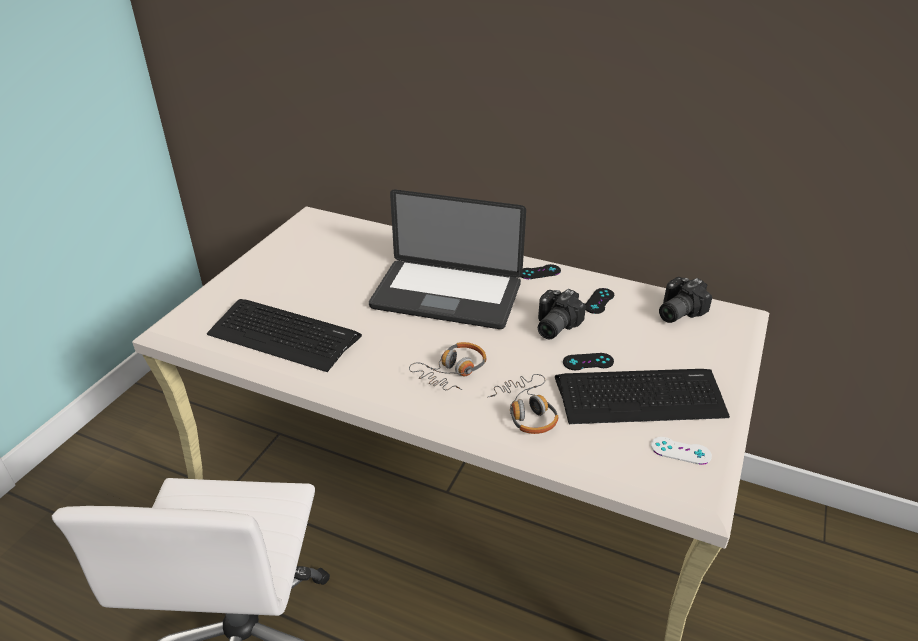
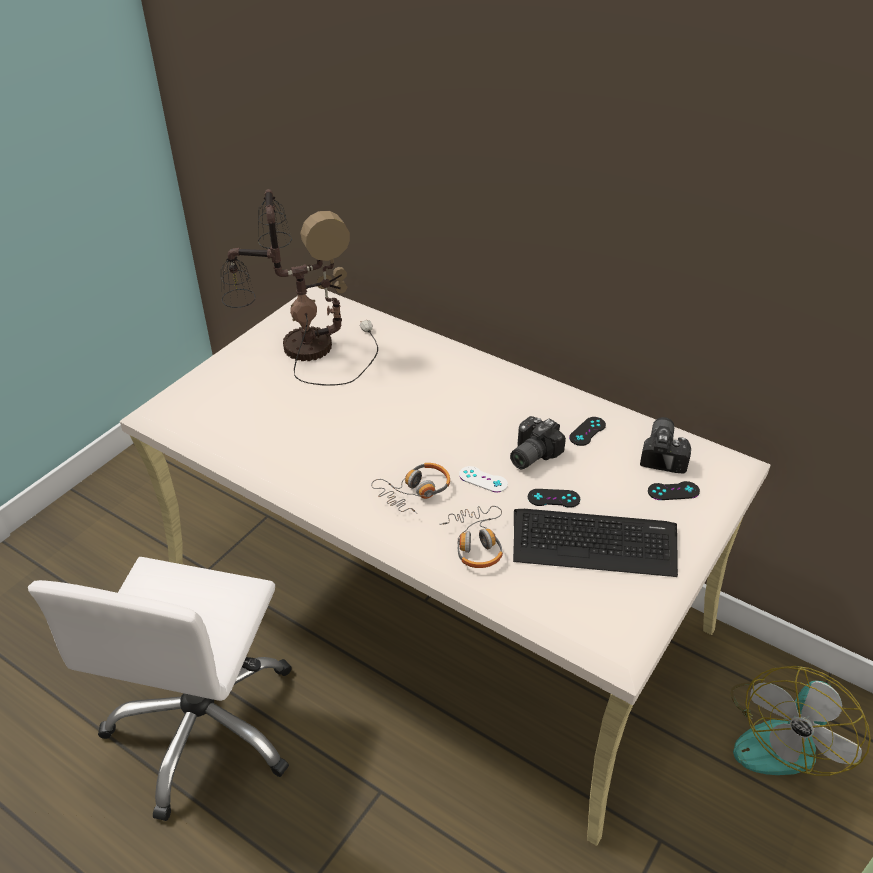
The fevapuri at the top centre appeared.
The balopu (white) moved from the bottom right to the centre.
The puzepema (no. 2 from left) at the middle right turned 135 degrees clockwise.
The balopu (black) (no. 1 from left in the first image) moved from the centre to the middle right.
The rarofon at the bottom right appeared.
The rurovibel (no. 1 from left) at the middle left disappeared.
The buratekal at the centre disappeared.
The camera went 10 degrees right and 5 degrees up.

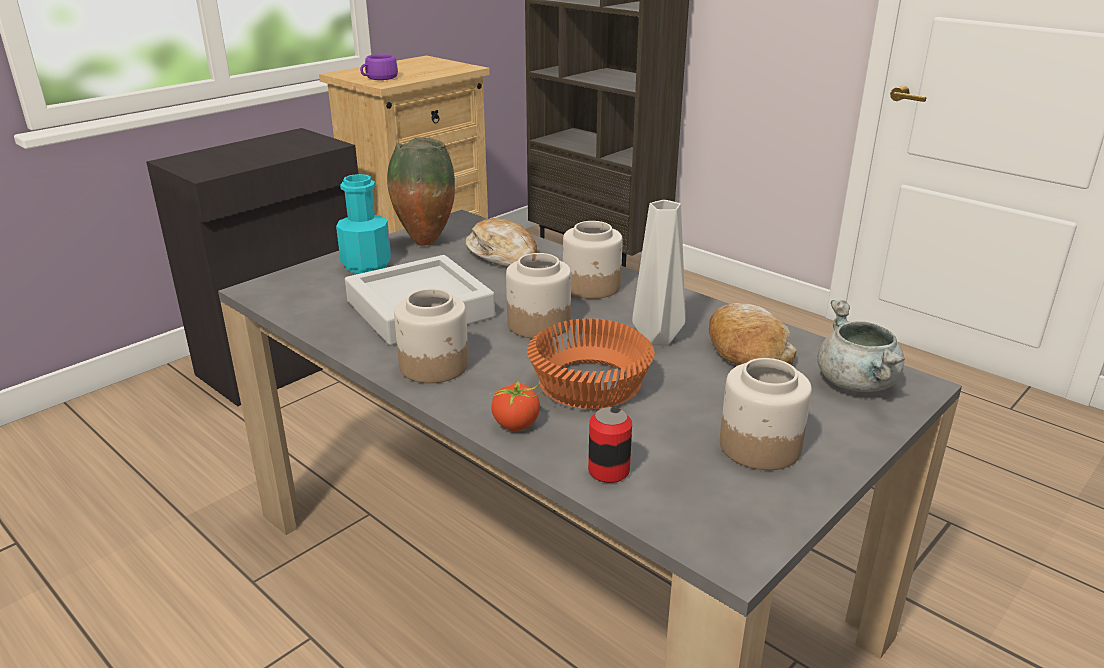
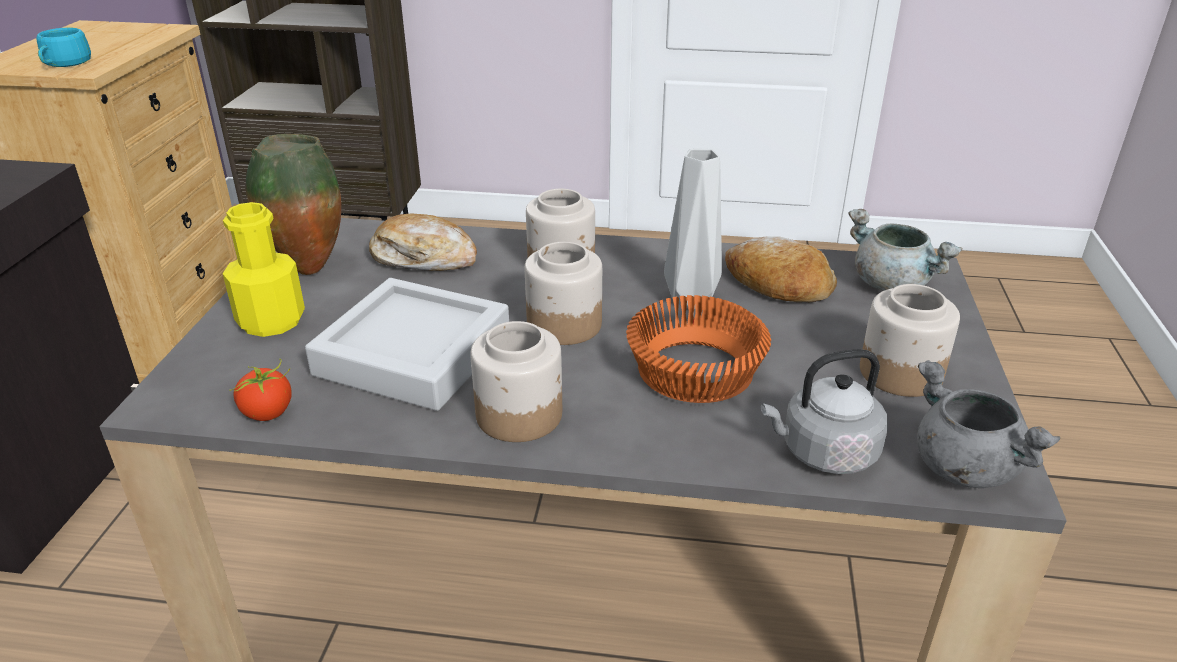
The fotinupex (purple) at the top centre became the fotinupex (turquoise) at the top left.
The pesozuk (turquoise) at the middle left became the pesozuk (yellow) at the middle left.
The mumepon moved from the centre to the middle left.
The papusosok at the centre was replaced by the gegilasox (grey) at the middle right.
The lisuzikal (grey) (no. 2 from left) at the middle right appeared.
The camera went 35 degrees left and 5 degrees up.

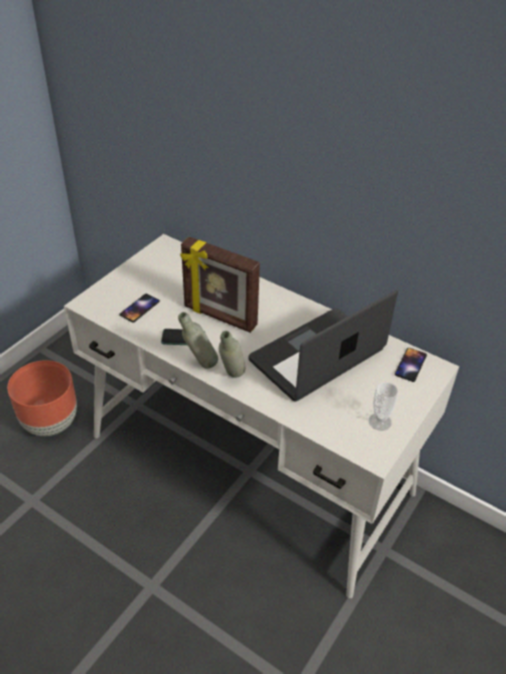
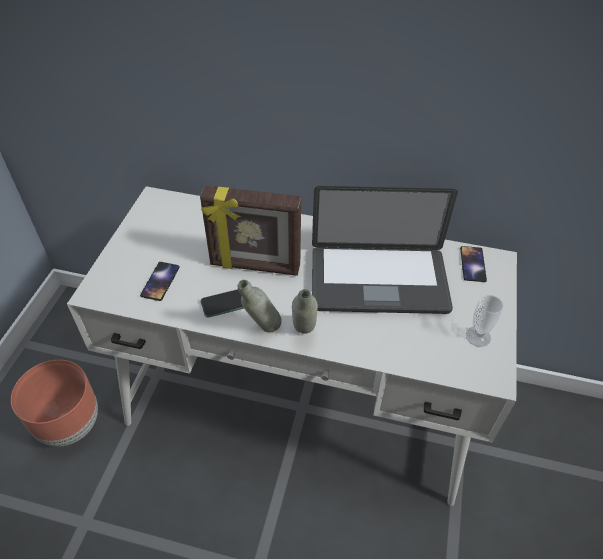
The buratekal at the centre turned 120 degrees counterclockwise.
The camera went 20 degrees left and 5 degrees up.

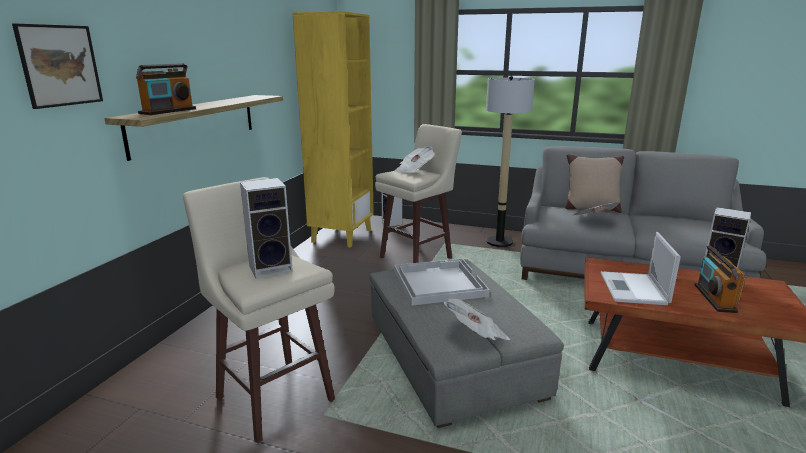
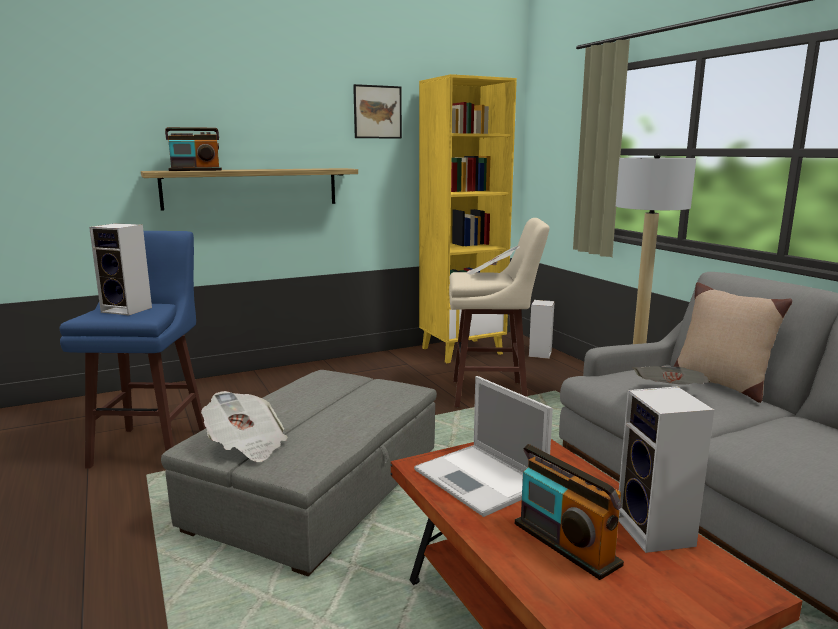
The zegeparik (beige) (no. 1 from left) at the bottom left became the zegeparik (blue) at the middle left.
The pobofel moved from the top left to the top centre.
The buratekal at the middle right turned 90 degrees counterclockwise.
The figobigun (no. 2 from left) at the middle right turned 90 degrees counterclockwise.
The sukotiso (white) at the centre disappeared.
The camera went 45 degrees right and 5 degrees down.

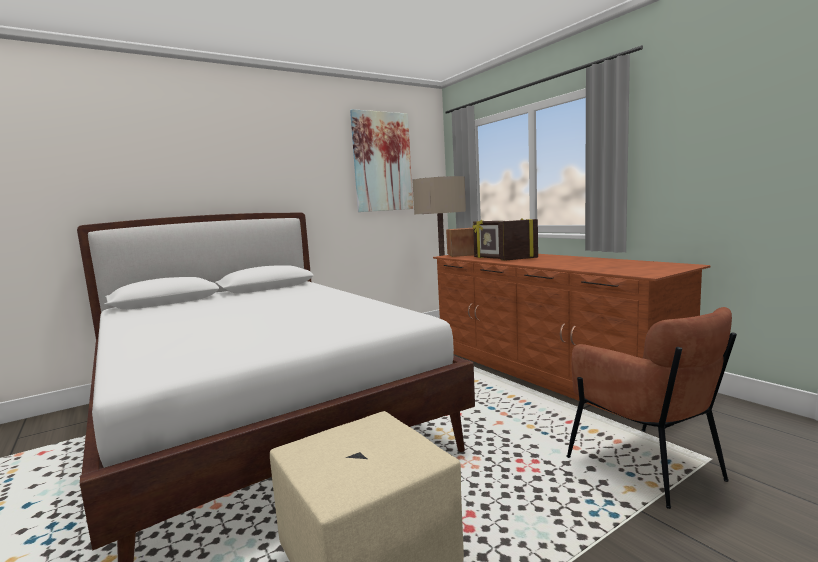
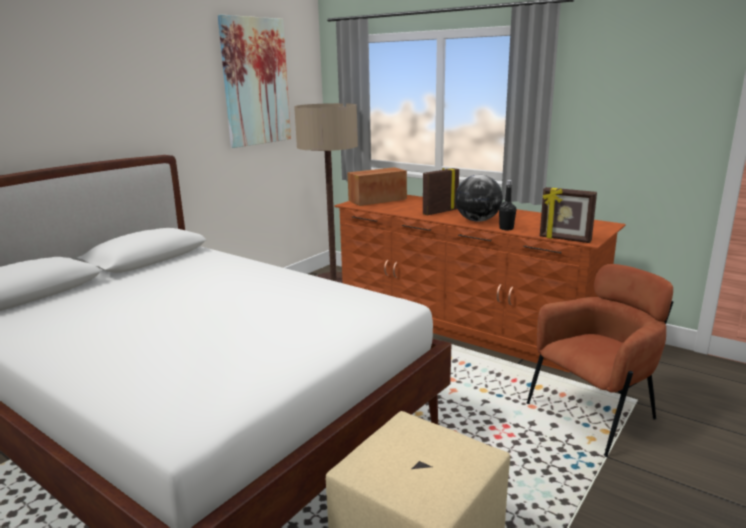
The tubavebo at the centre appeared.
The pesozuk (black) at the middle right appeared.
The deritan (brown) at the bottom right turned 75 degrees counterclockwise.
The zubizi (no. 1 from left in the first image) moved from the centre to the middle right.
The camera went 20 degrees left and 10 degrees up.

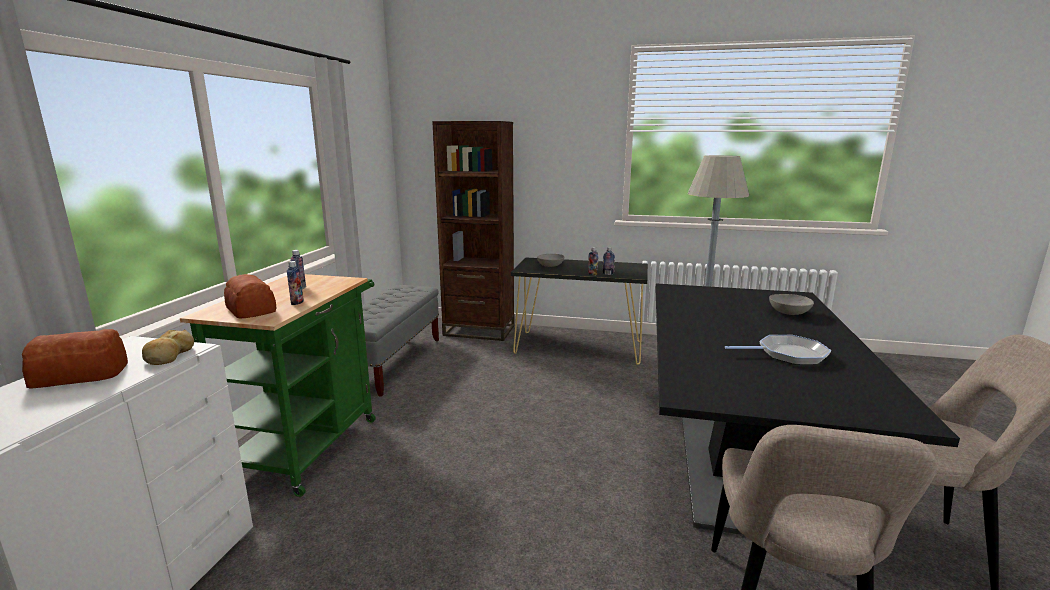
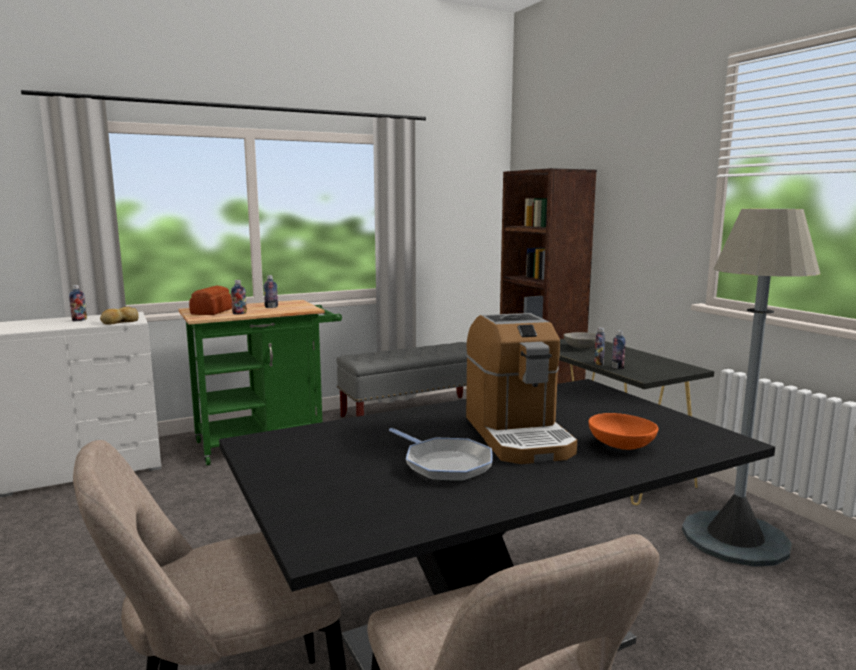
The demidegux (no. 1 from left) at the middle left was replaced by the pesozuk (no. 1 from left) at the middle left.
The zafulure at the centre appeared.
The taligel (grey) (no. 2 from left) at the middle right became the taligel (orange) at the middle right.
The camera went 50 degrees right and 5 degrees down.

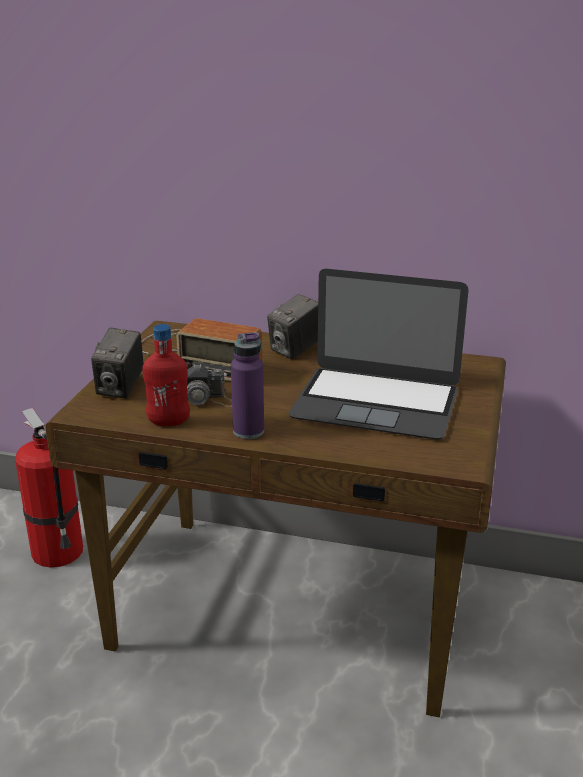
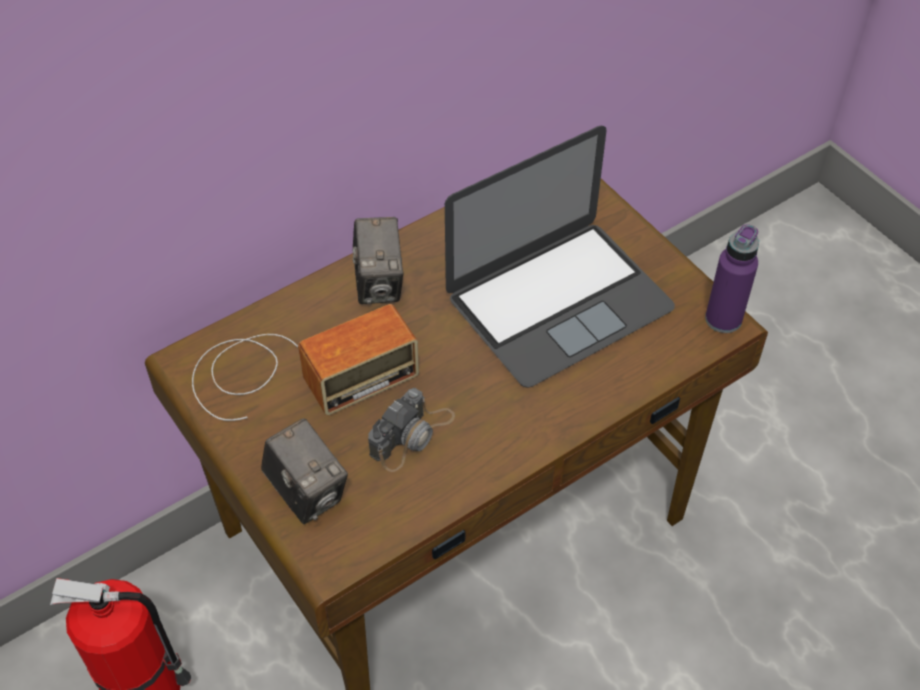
The pesozuk (purple) moved from the centre to the middle right.
The pesozuk (red) at the middle left disappeared.
The camera went 50 degrees left and 25 degrees up.

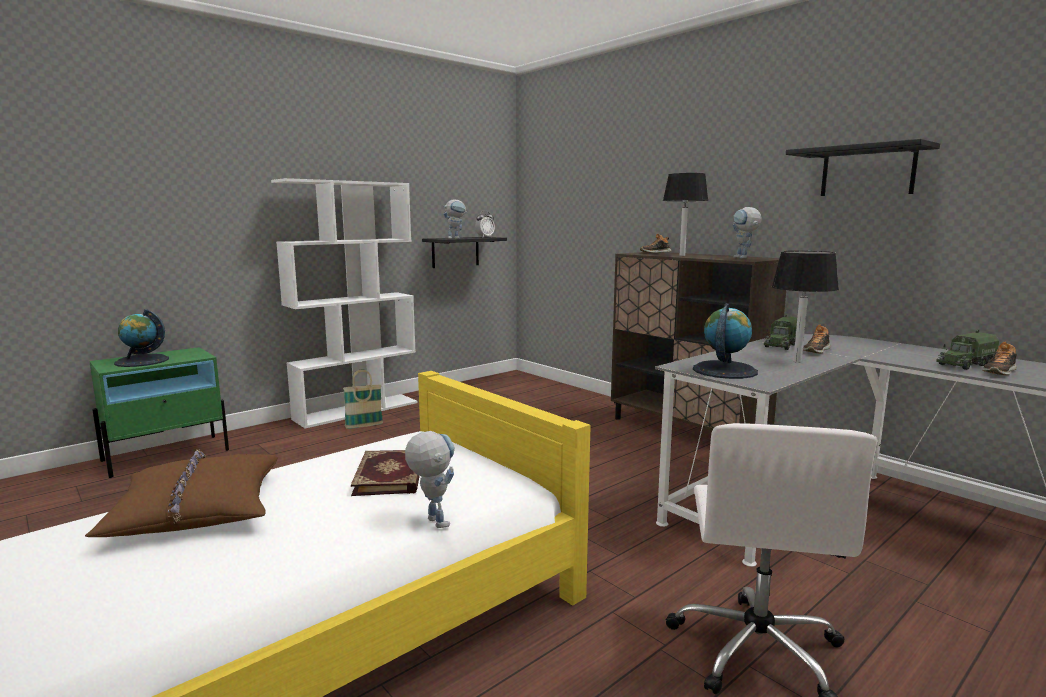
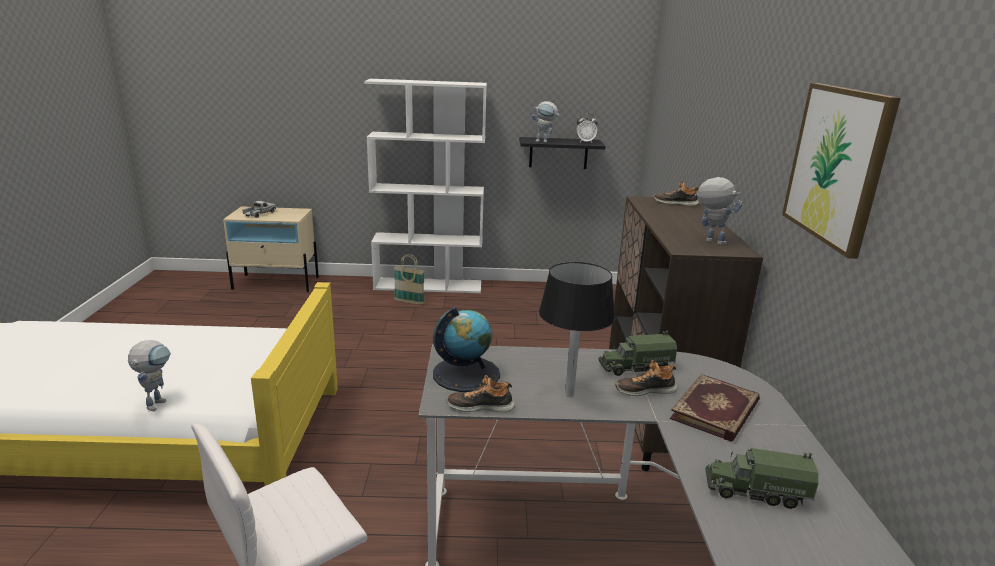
The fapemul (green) at the middle left became the fapemul (beige) at the middle left.
The tubavebo (no. 1 from left) at the middle left was replaced by the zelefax (no. 1 from left) at the middle left.
The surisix (no. 3 from left in the first image) moved from the middle right to the bottom centre.
The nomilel moved from the bottom centre to the bottom right.
The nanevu (no. 3 from left) at the top right turned 105 degrees clockwise.
The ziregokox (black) (no. 2 from left) at the top right was replaced by the pobofel at the top right.
The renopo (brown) at the bottom left disappeared.
The fevapuri (black) (no. 1 from left) at the top centre disappeared.
The camera went 40 degrees right and 10 degrees up.

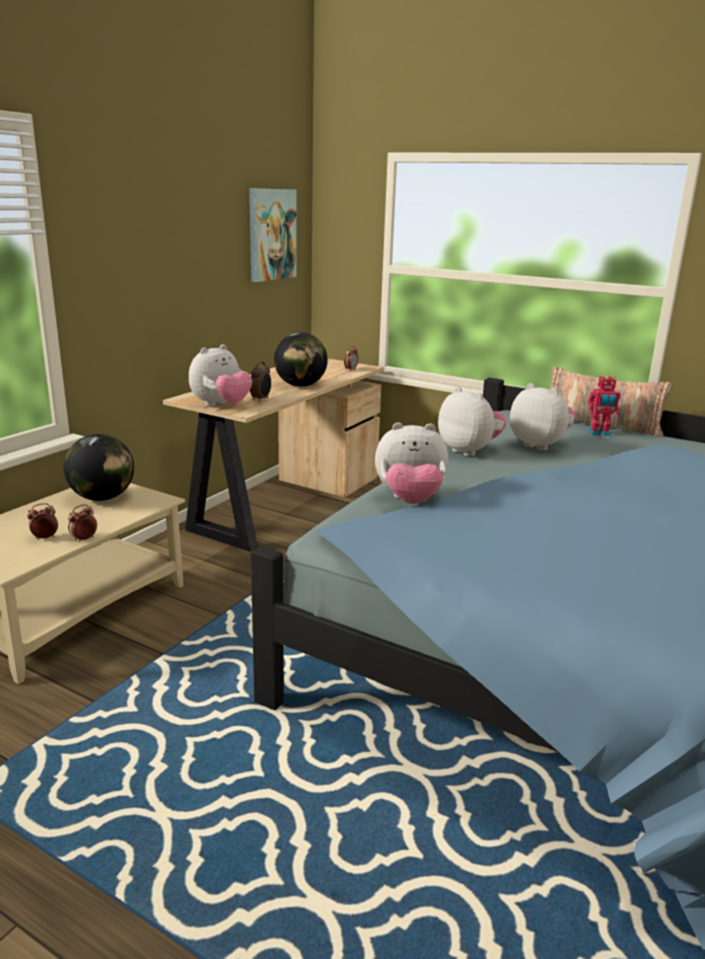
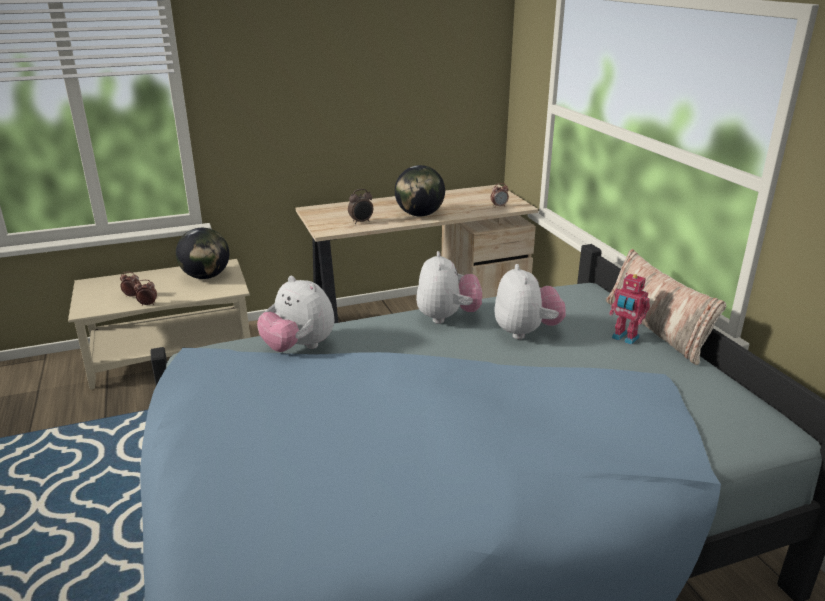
The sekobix (no. 1 from left) at the middle left disappeared.
The pobofel at the top centre disappeared.
The camera went 40 degrees right and 5 degrees up.

